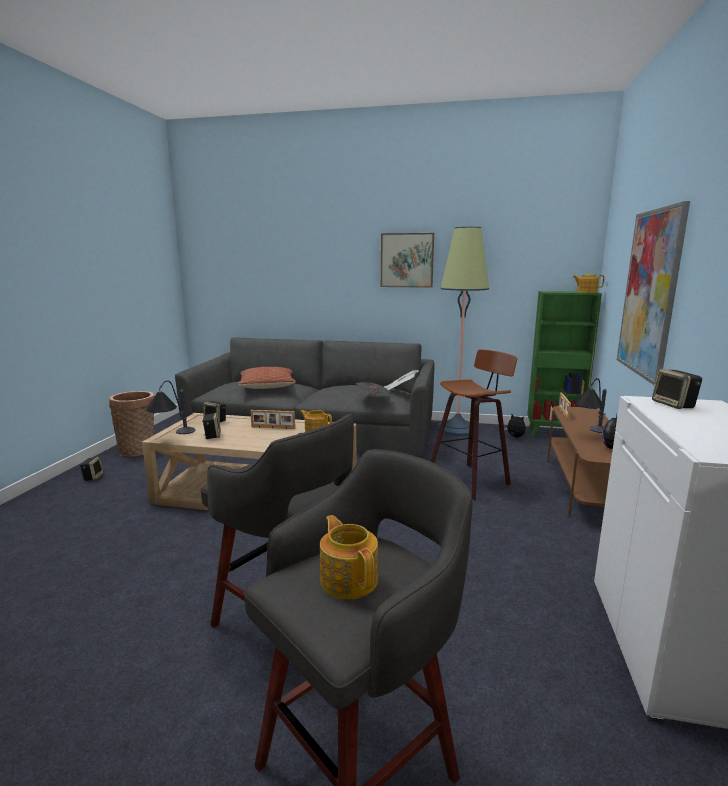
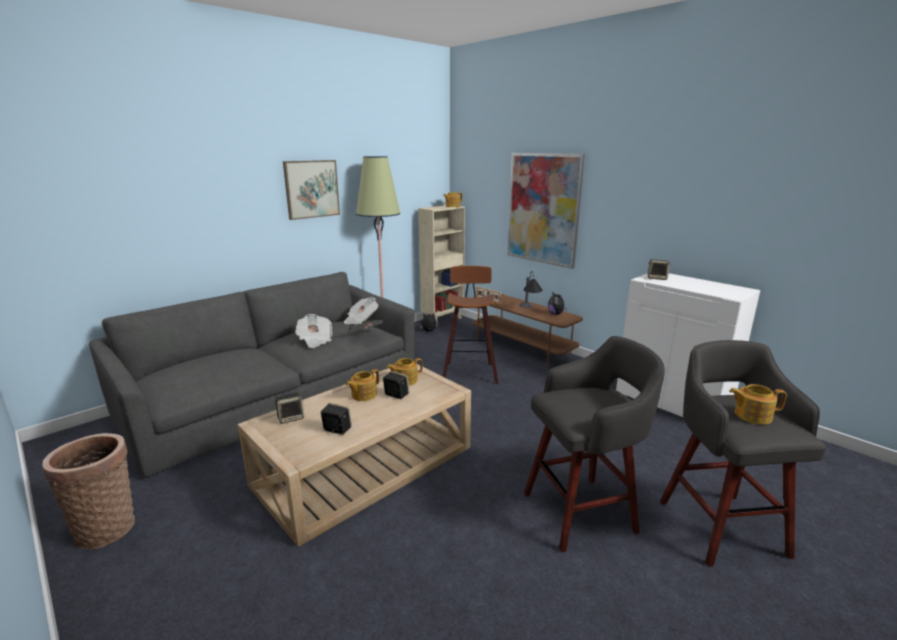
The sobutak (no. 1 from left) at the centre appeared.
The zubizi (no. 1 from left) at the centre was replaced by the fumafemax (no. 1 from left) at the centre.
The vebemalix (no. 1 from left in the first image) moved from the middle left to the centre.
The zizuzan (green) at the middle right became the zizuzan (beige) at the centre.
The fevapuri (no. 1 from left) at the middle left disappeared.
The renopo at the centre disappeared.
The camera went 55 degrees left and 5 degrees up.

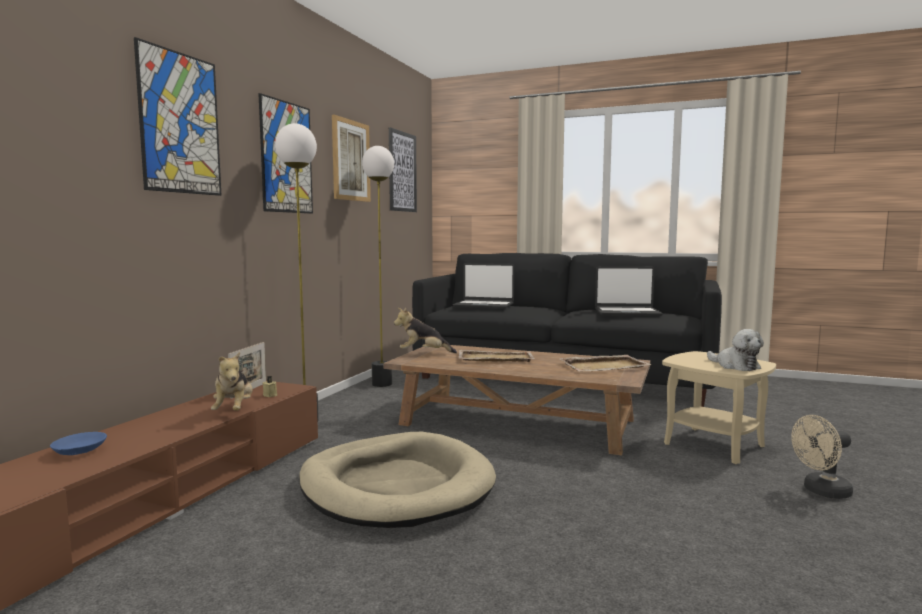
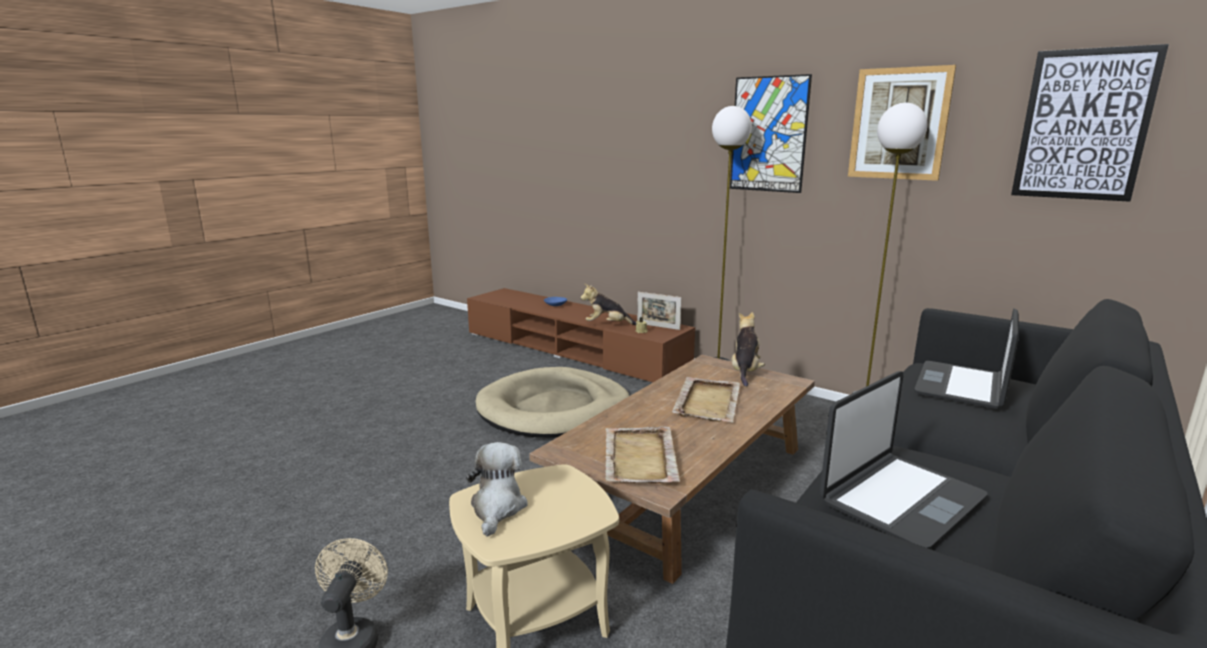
The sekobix (no. 3 from left in the first image) at the middle right turned 105 degrees clockwise.
The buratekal (no. 2 from left in the first image) at the middle right turned 150 degrees counterclockwise.
The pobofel (no. 1 from left) at the top left disappeared.
The camera went 105 degrees right and 10 degrees up.

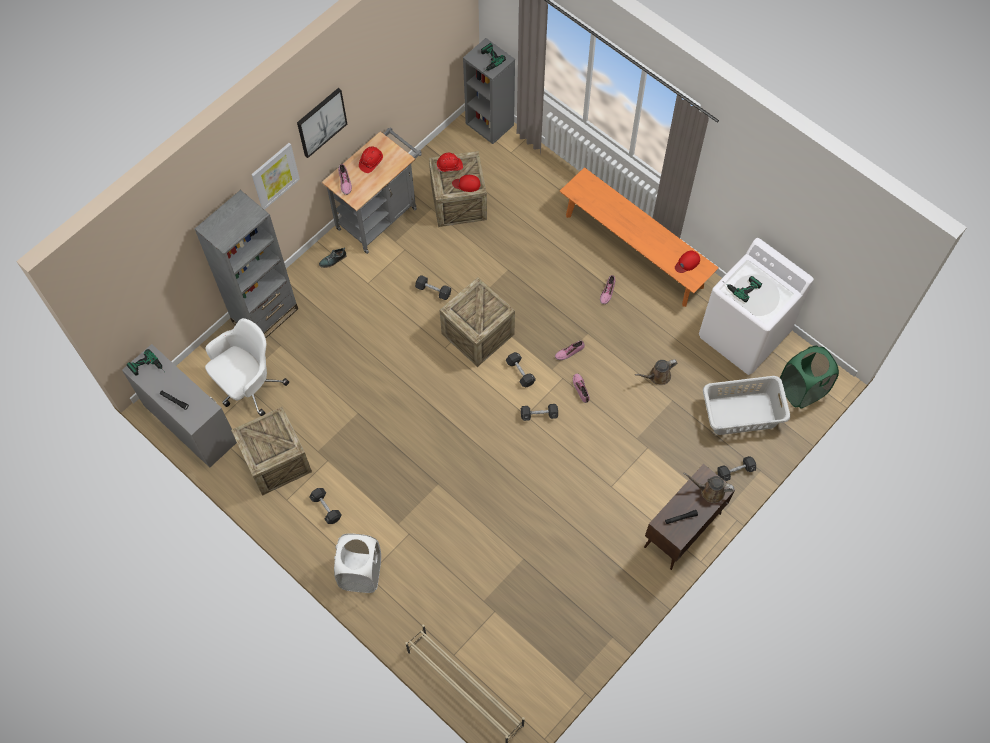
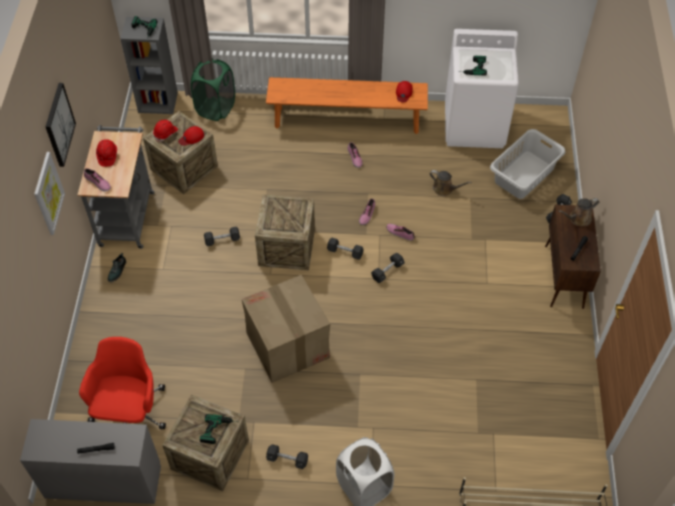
The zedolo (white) at the middle left became the zedolo (red) at the bottom left.
The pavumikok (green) moved from the middle right to the top left.
The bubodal (no. 1 from left in the first image) moved from the middle left to the bottom left.
The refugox at the centre appeared.
The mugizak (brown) (no. 1 from left) at the centre turned 90 degrees counterclockwise.
The zizuzan (grey) (no. 1 from left) at the middle left disappeared.
The camera went 40 degrees left and 10 degrees down.

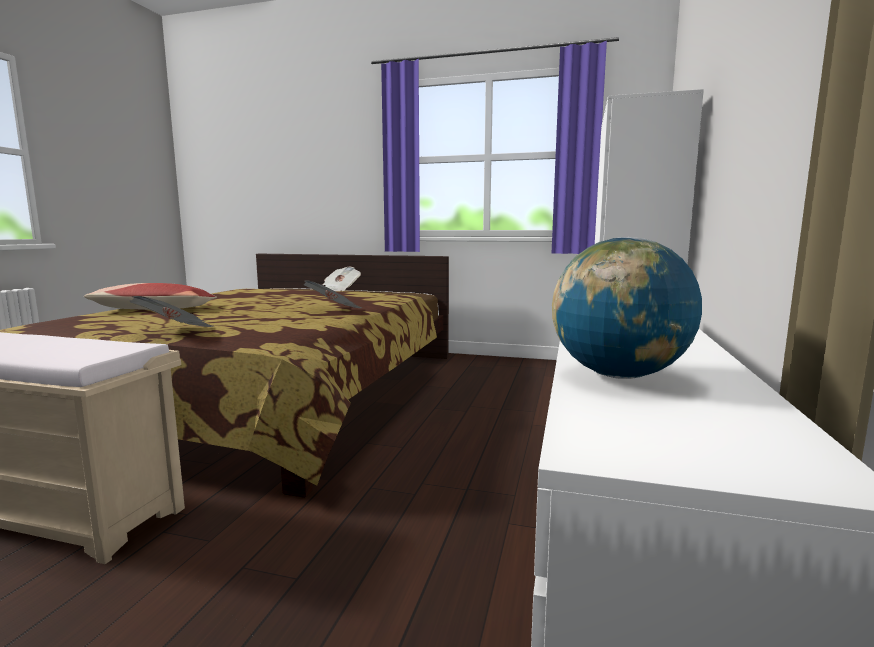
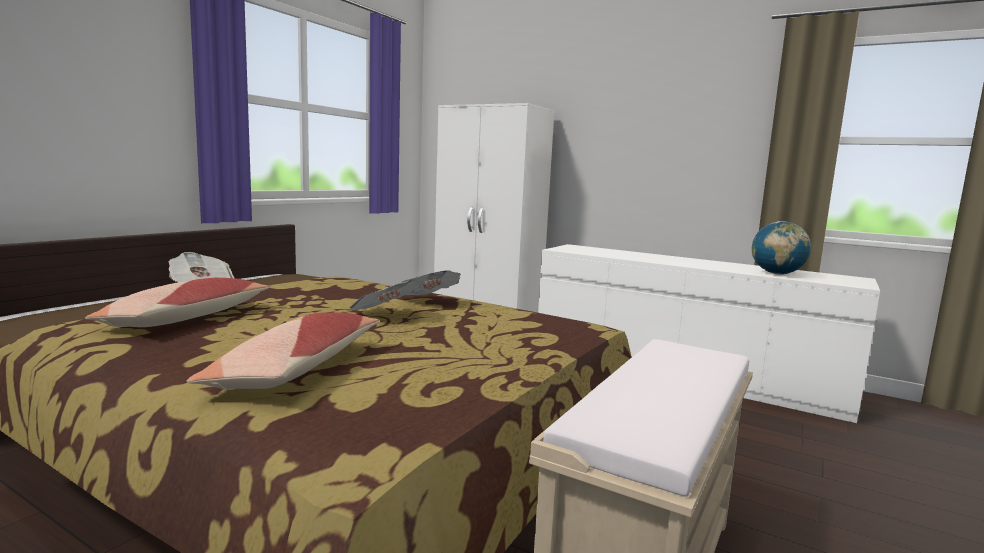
The renopo (no. 1 from left) at the middle left appeared.
The sobutak (no. 1 from left in the first image) moved from the middle left to the centre.
The camera went 75 degrees left and 0 degrees up.

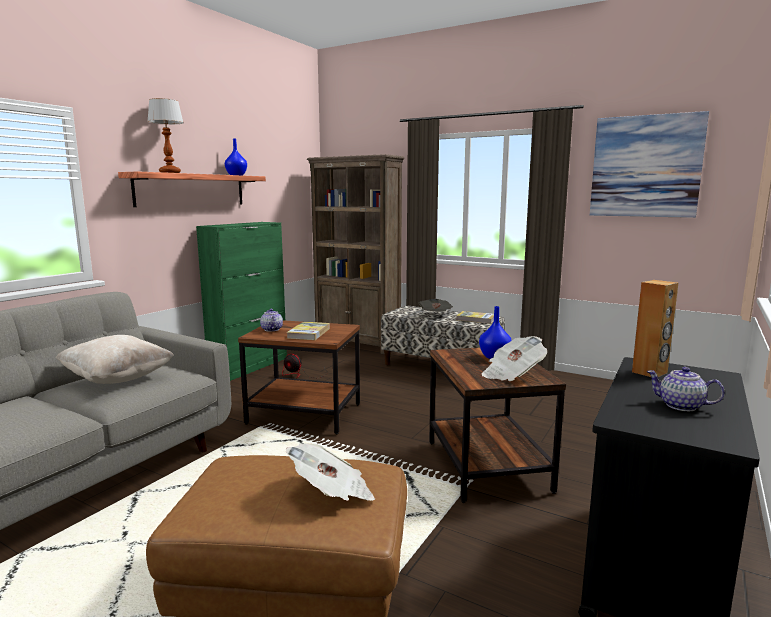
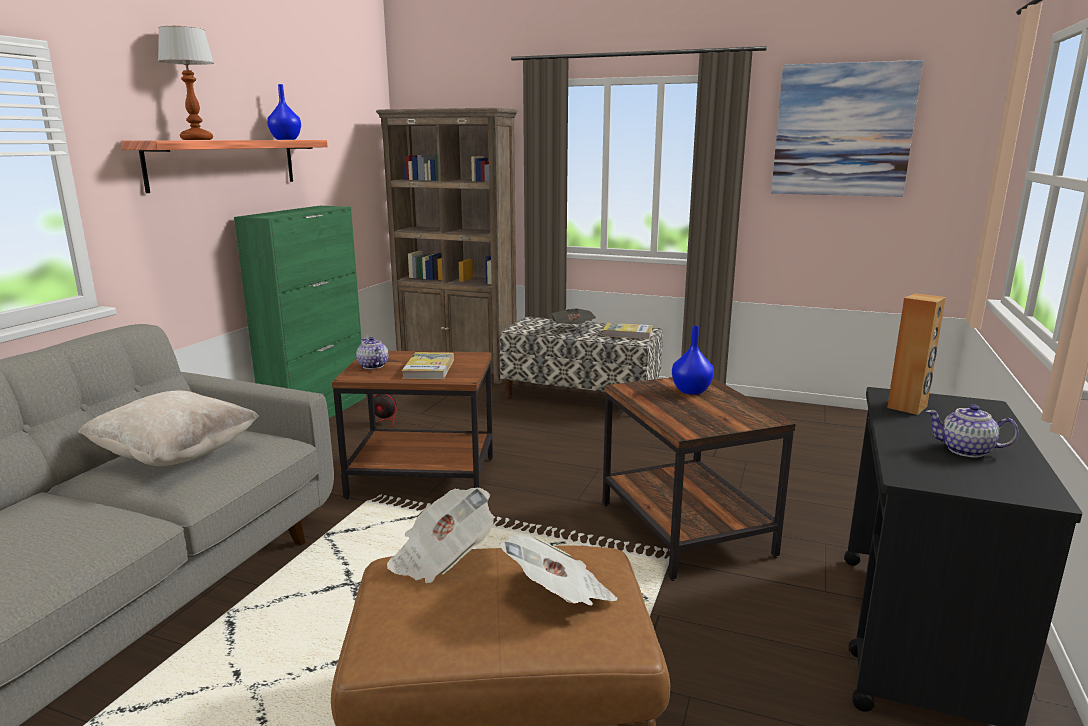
The sobutak (no. 3 from left in the first image) moved from the middle right to the bottom centre.
The camera went 10 degrees left and 5 degrees up.

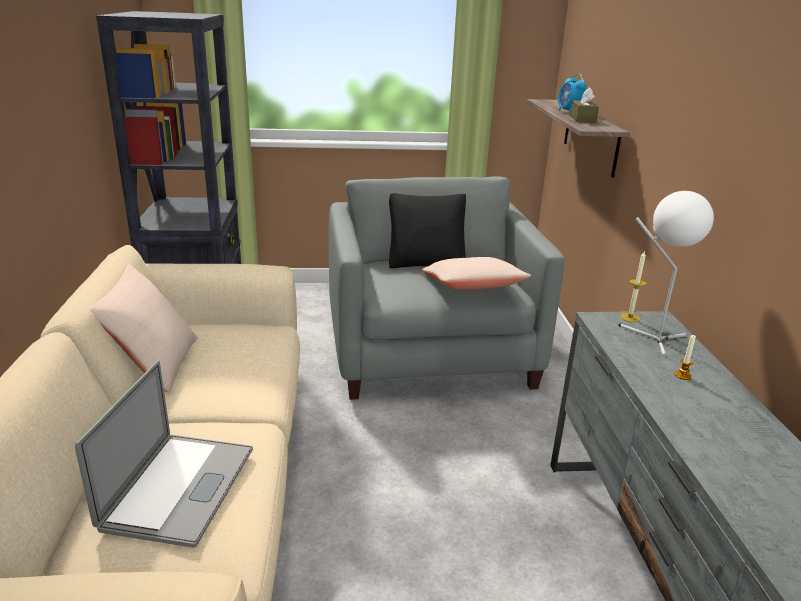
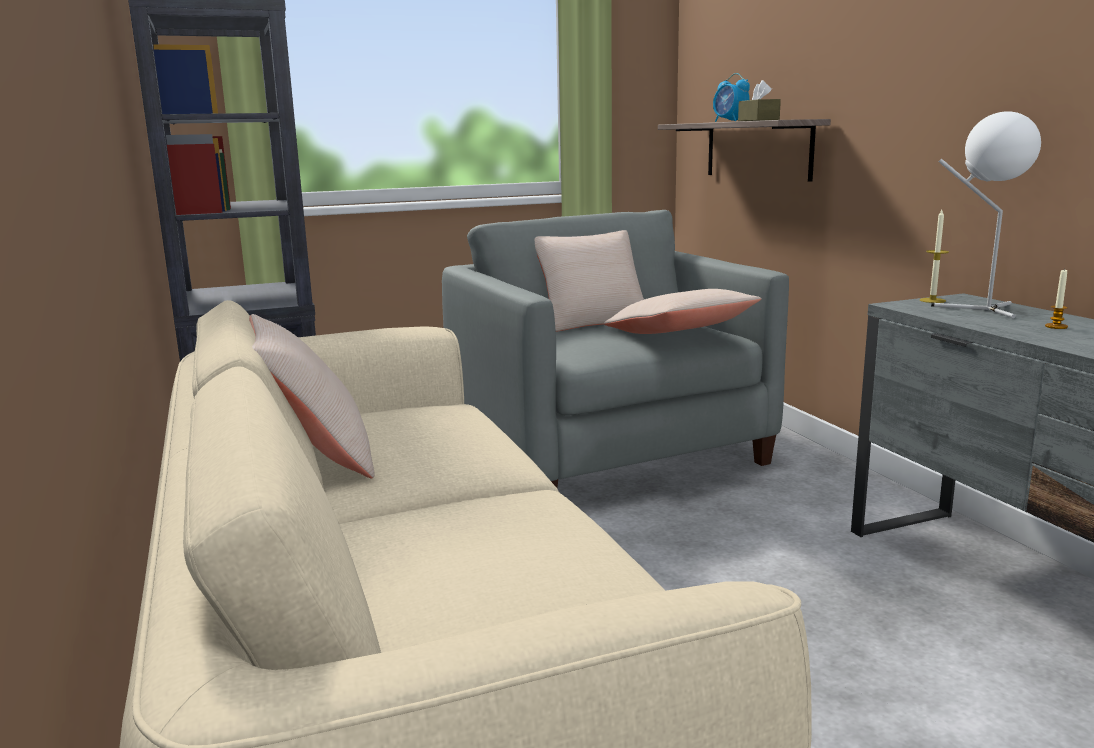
The renopo (black) at the centre became the renopo (beige) (no. 2 from left) at the centre.
The buratekal at the bottom left disappeared.
The camera went 15 degrees left and 10 degrees down.

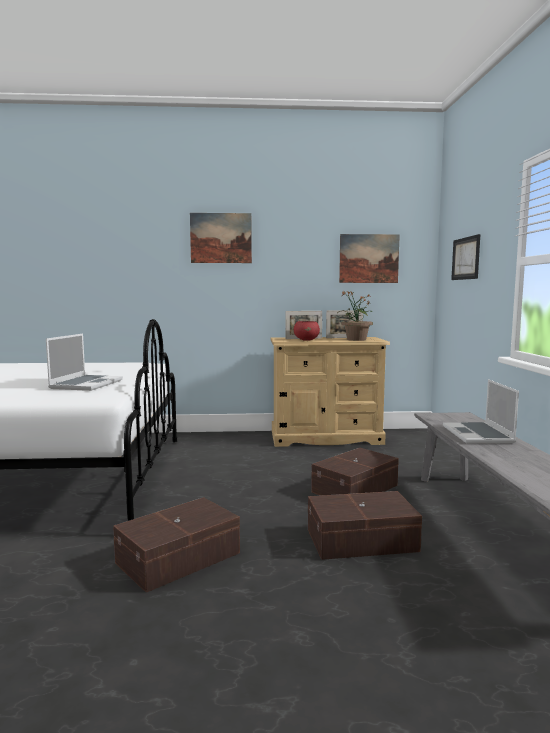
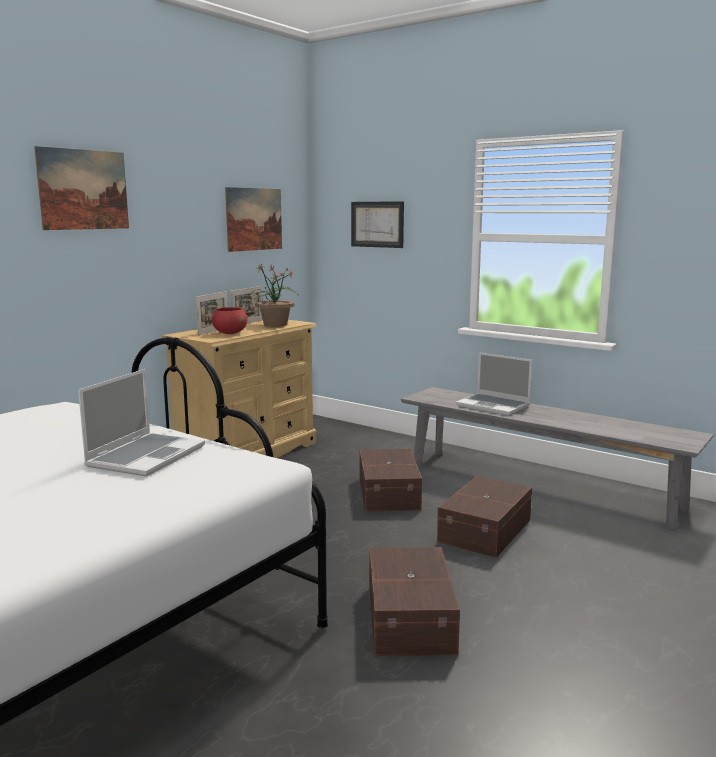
The buratekal (no. 1 from left) at the middle left turned 60 degrees clockwise.
The camera went 50 degrees left and 5 degrees up.

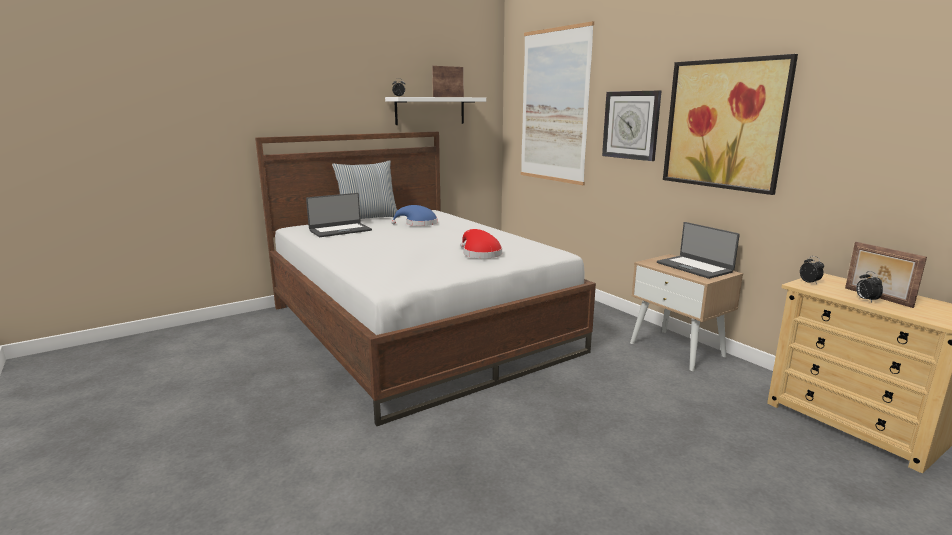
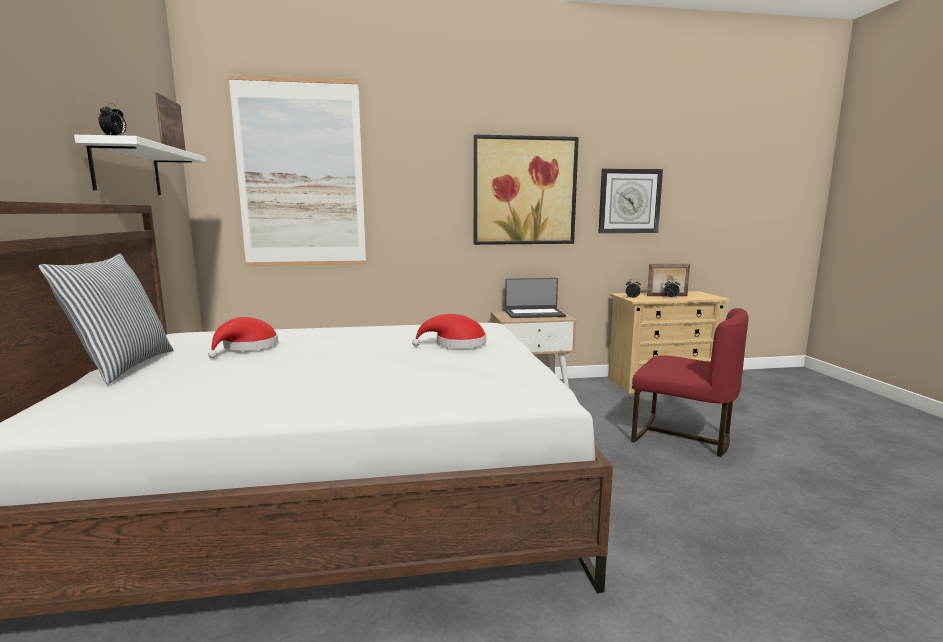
The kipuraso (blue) at the centre became the kipuraso (red) (no. 1 from left) at the middle left.
The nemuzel moved from the top centre to the top right.
The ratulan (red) at the middle right appeared.
The buratekal (no. 1 from left) at the centre disappeared.
The camera went 65 degrees left and 5 degrees down.

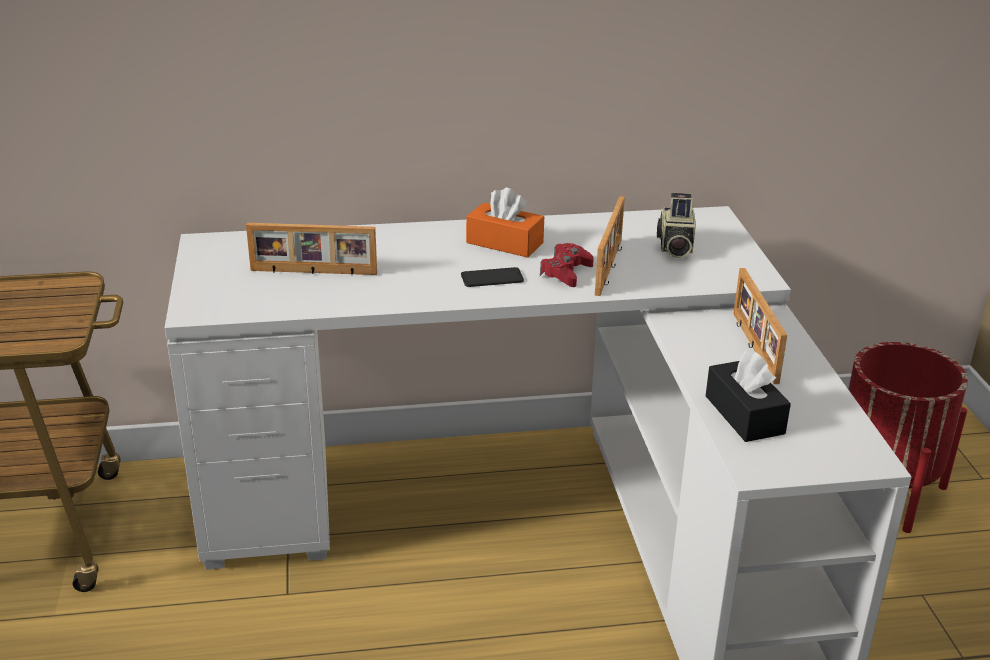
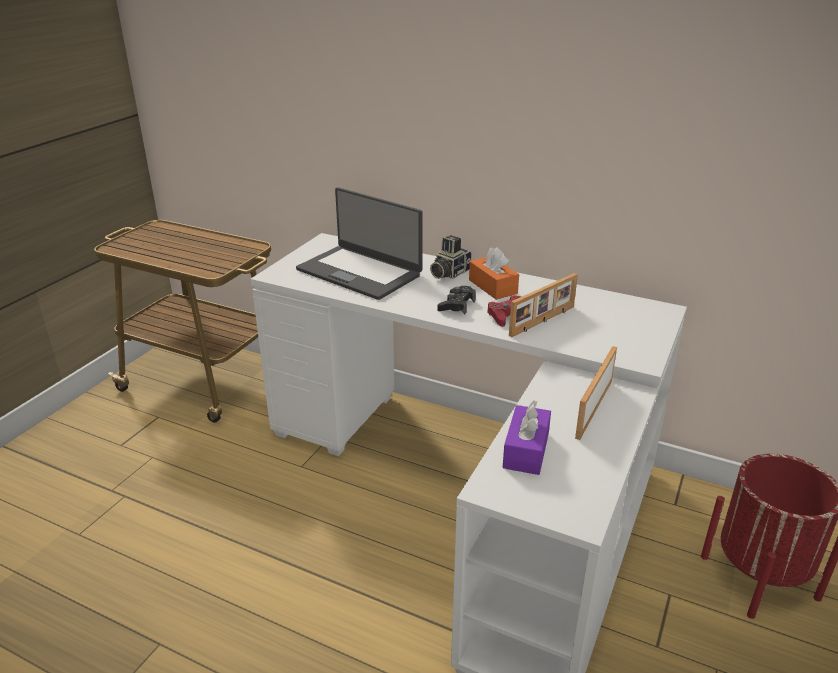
The zubizi (no. 1 from left) at the middle left was replaced by the buratekal at the centre.
The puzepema moved from the middle right to the centre.
The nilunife at the centre was replaced by the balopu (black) at the centre.
The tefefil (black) at the middle right became the tefefil (purple) at the centre.
The camera went 35 degrees right and 0 degrees up.

